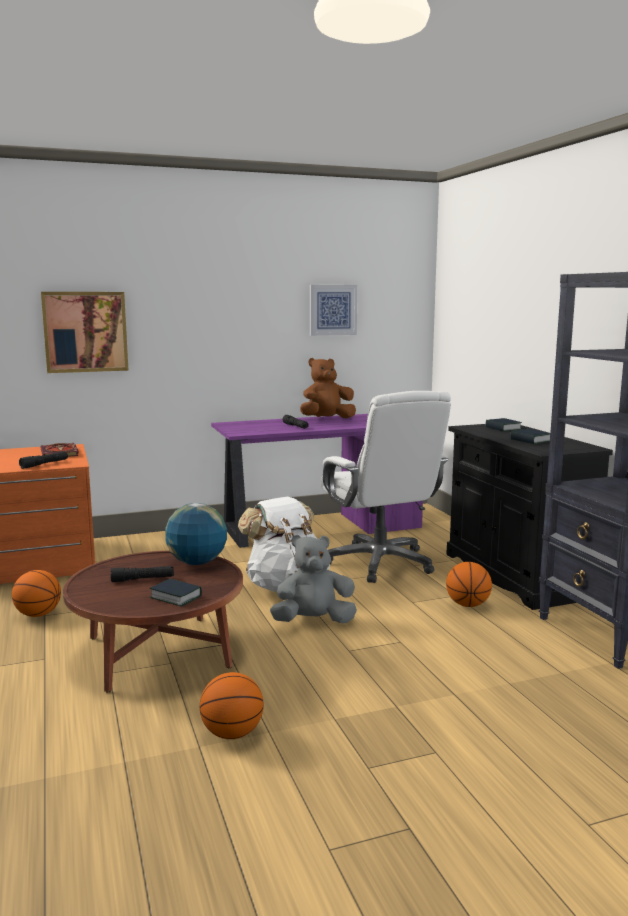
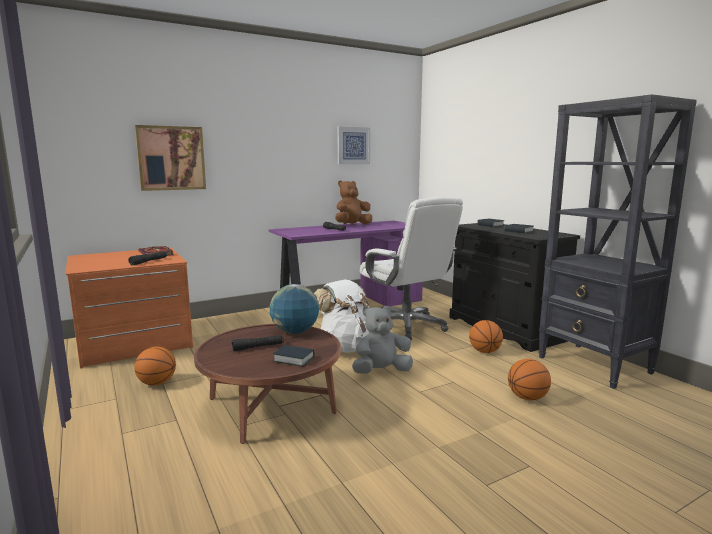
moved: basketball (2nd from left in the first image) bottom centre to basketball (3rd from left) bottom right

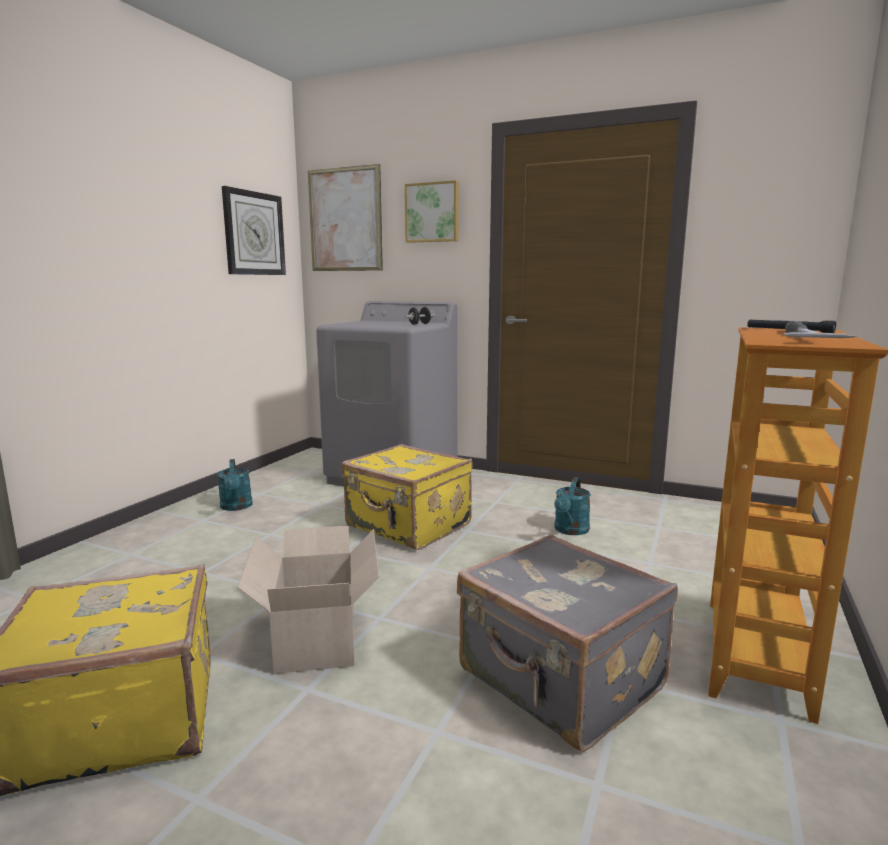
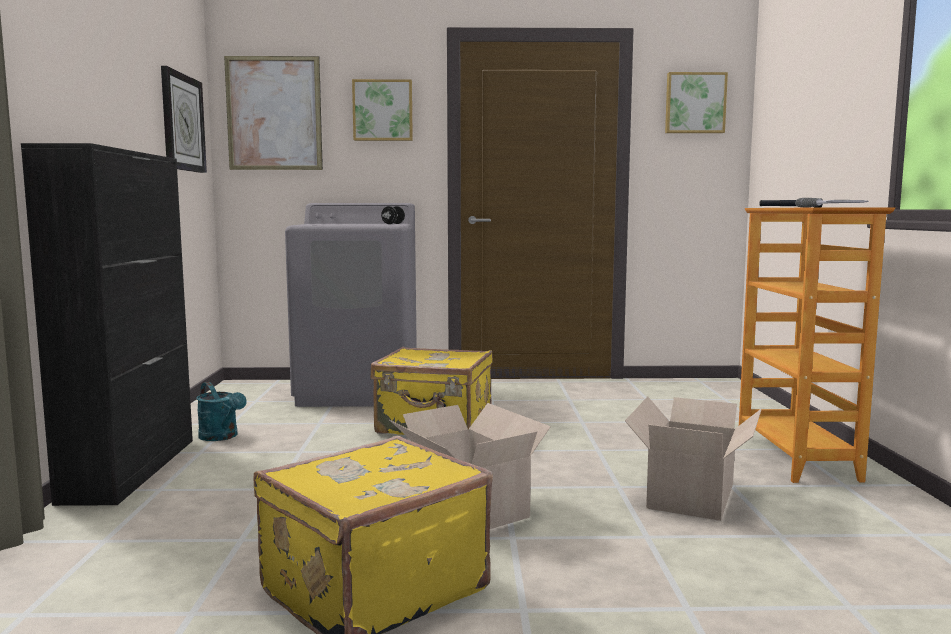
removed: turquoise_watering_can (2nd from left) centre
added: black_cabinet middle left; picture (3rd from left) top right
replaced: grey_suitcase bottom centre to cardboard_box (2nd from left) bottom right

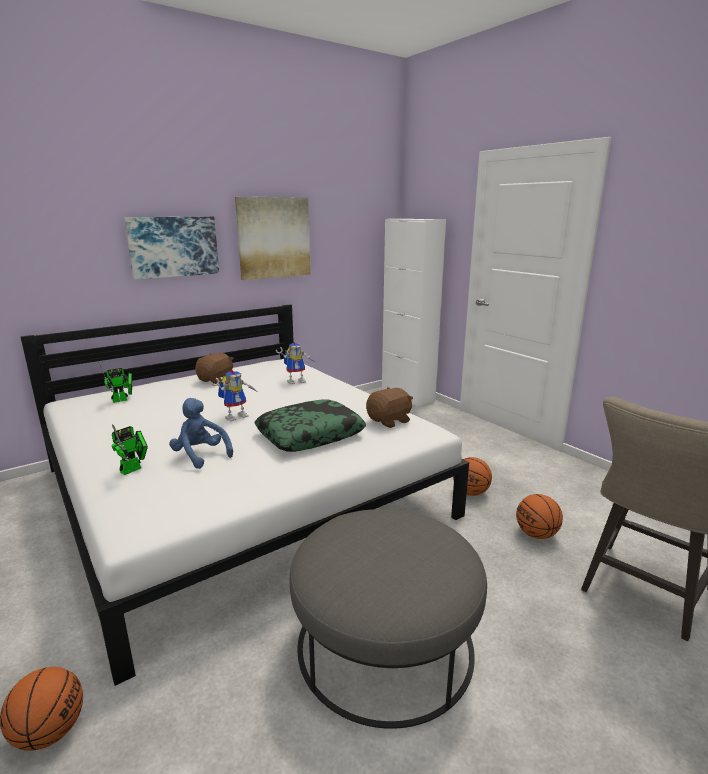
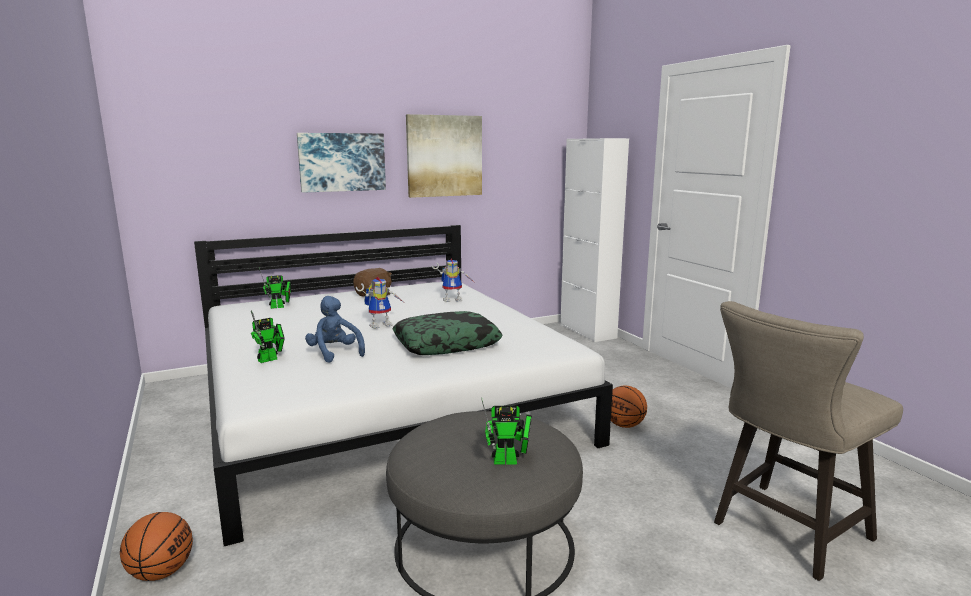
removed: brown_plush_toy (2nd from left) centre; basketball (3rd from left) bottom right
added: toy_robot (5th from left) bottom centre

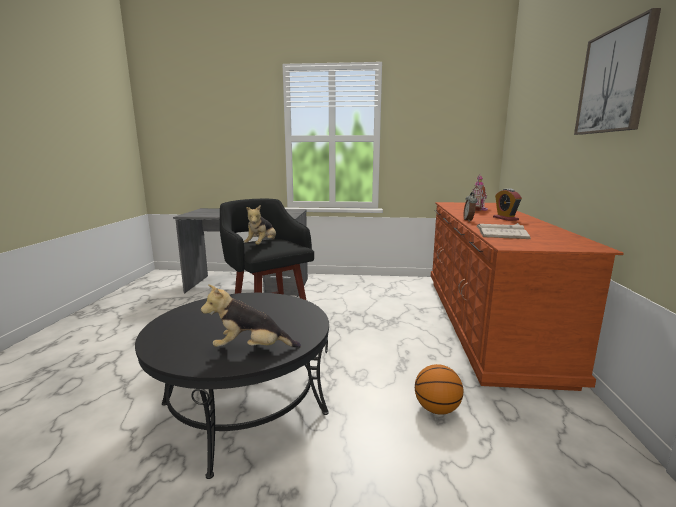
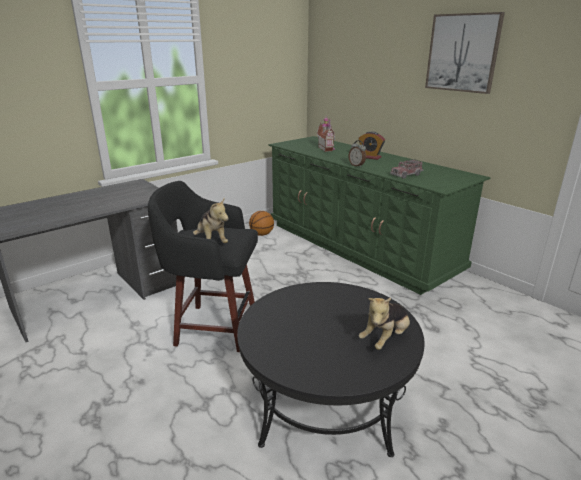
moved: basketball bottom centre to centre
replaced: white_book middle right to toy_truck middle right
recoloured: brown_dresser middle right to green_dresser centre

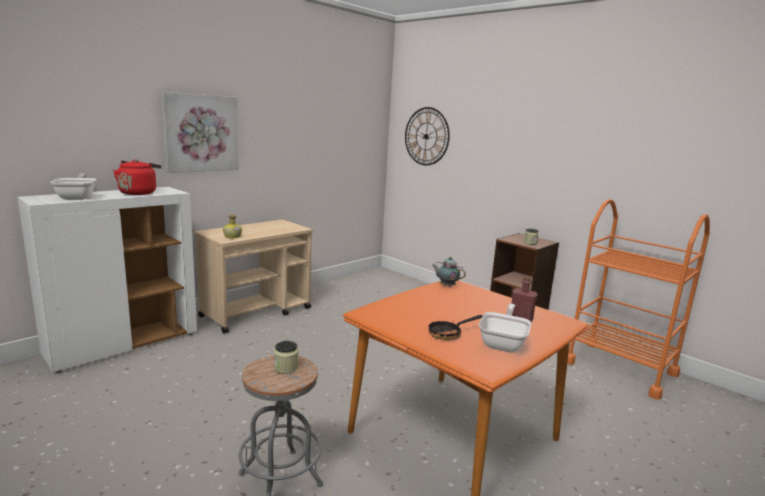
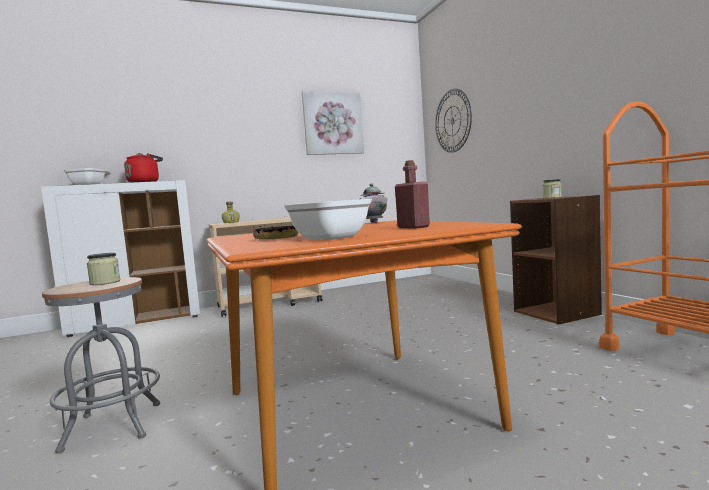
moved: picture top left to top centre

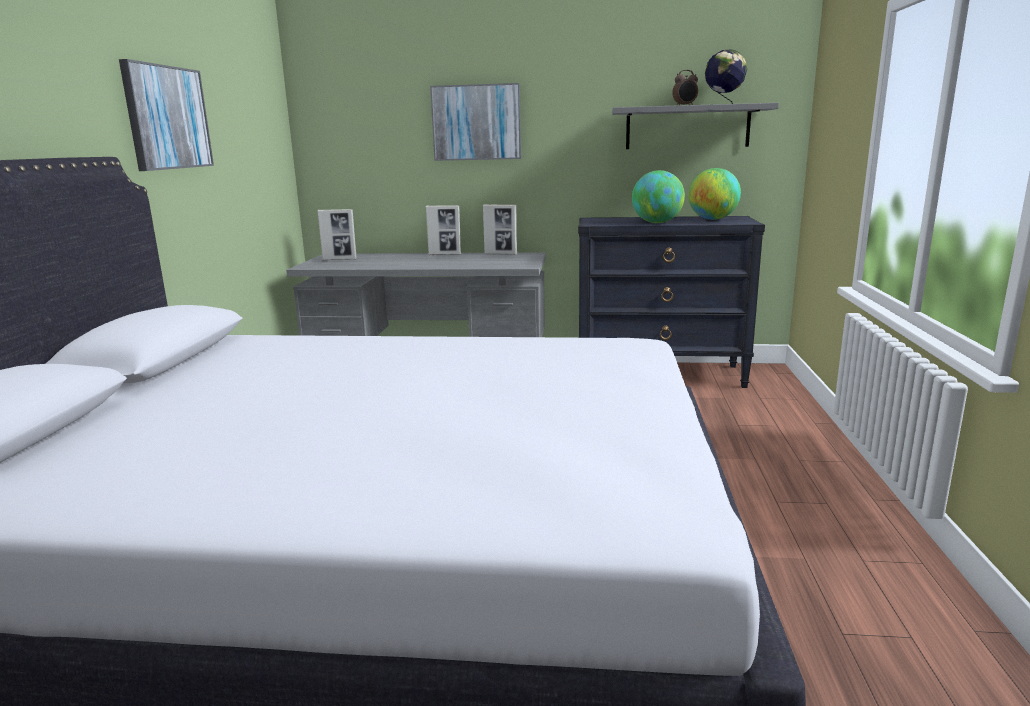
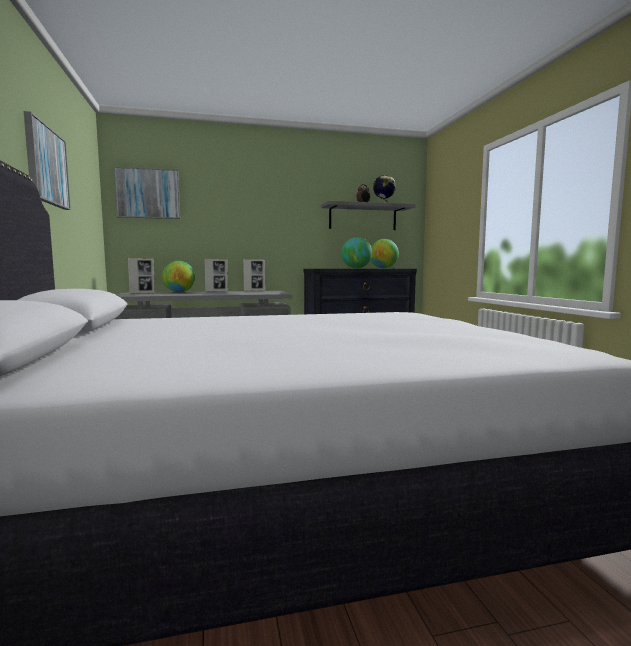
added: globe (1st from left) middle left
moved: picture (2nd from left) top centre to top left

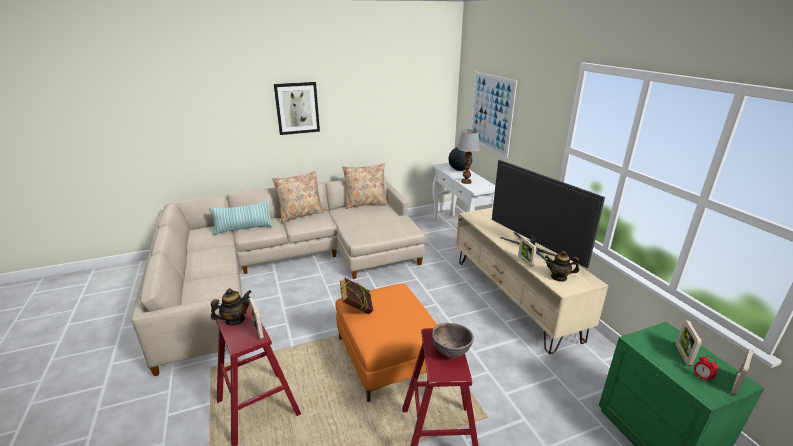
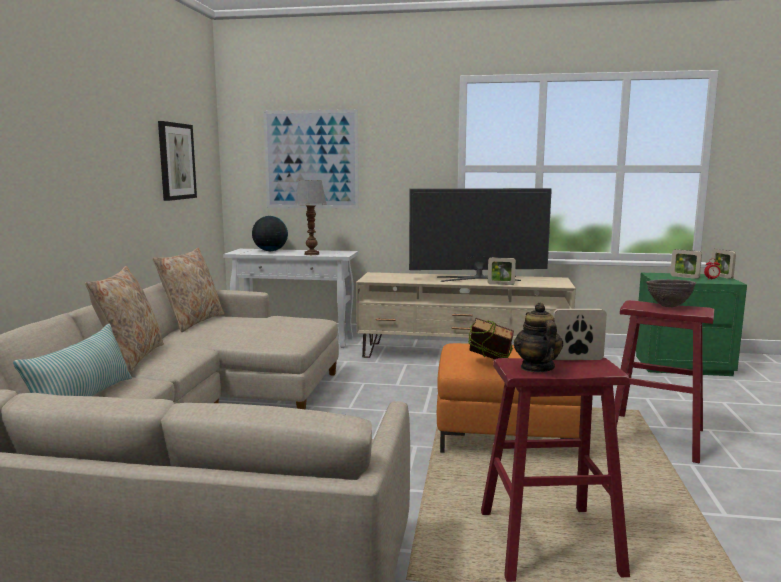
removed: teapot (2nd from left) middle right
moved: picture (1st from left) top centre to top left

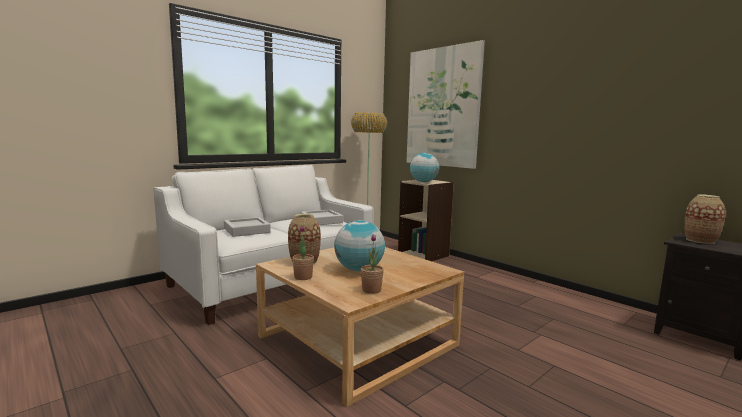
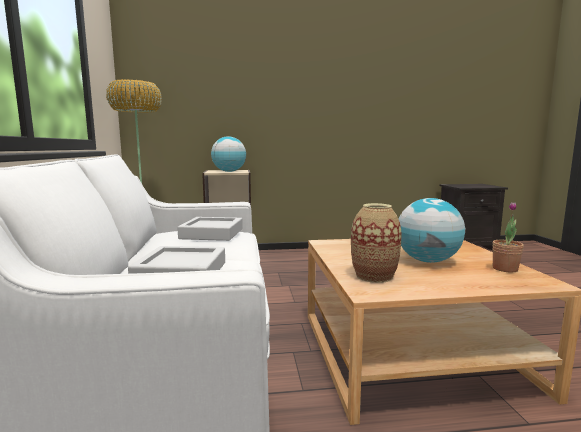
removed: potted_plant (1st from left) centre; picture top centre; vase (2nd from left) middle right

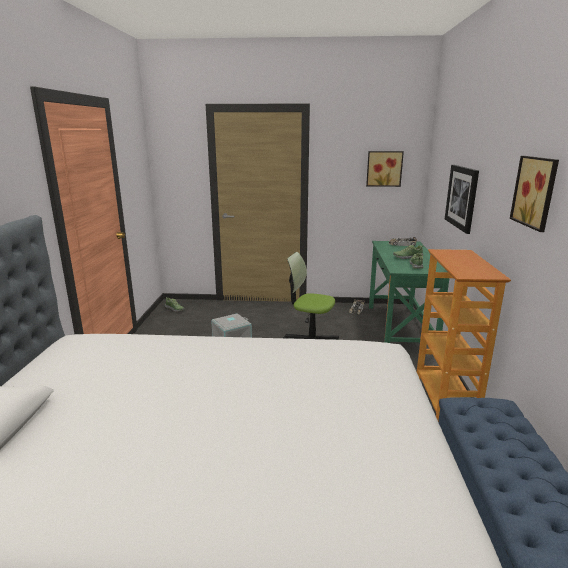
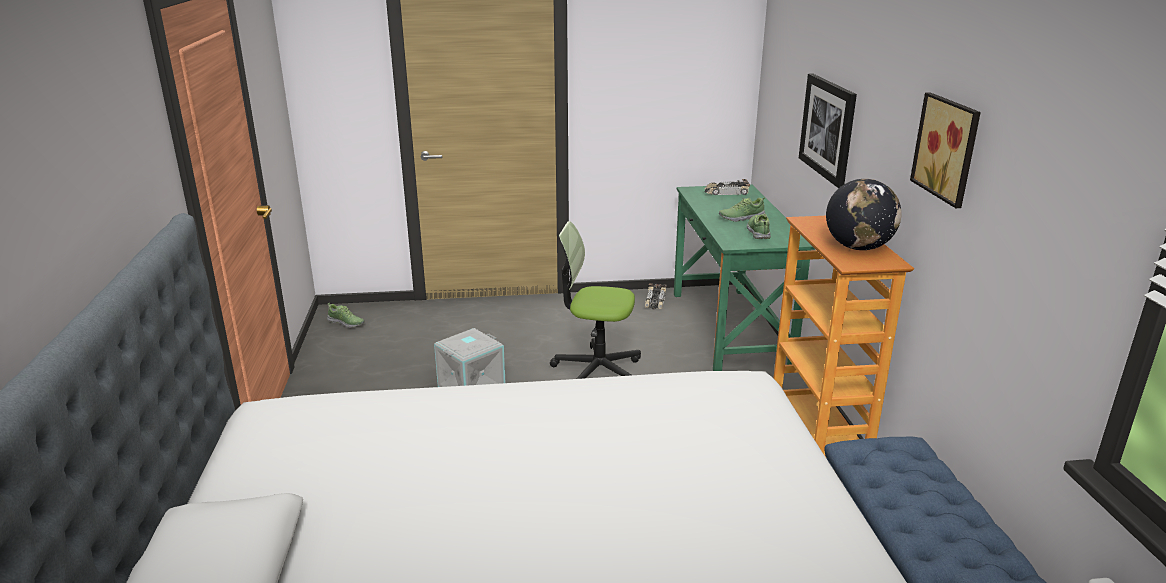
removed: picture (1st from left) top right
added: globe middle right

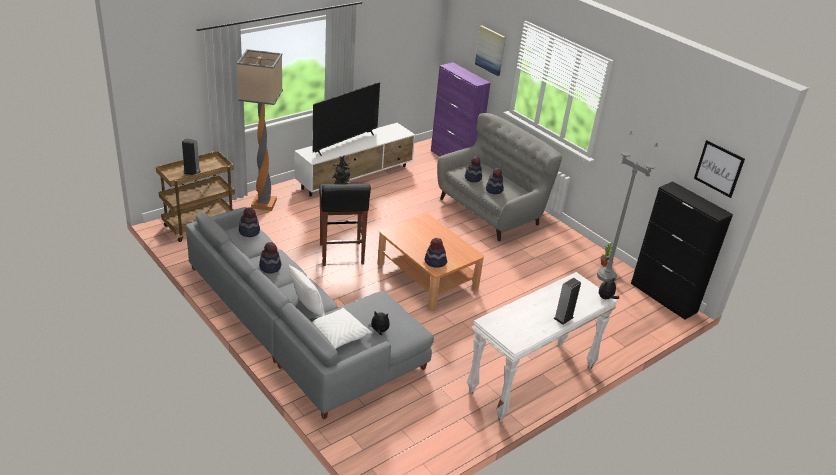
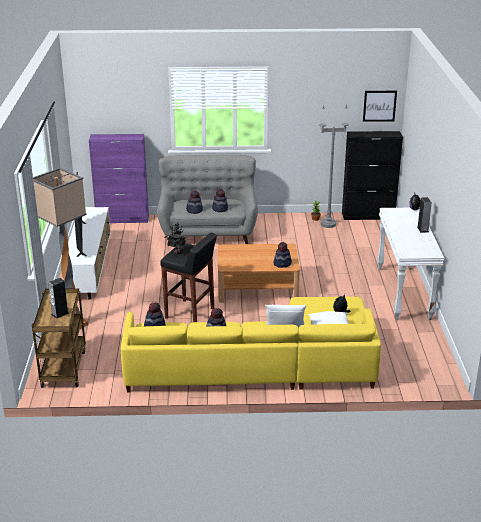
removed: picture (1st from left) top centre
recoloured: grey_sofa (1st from left) centre to yellow_sofa centre

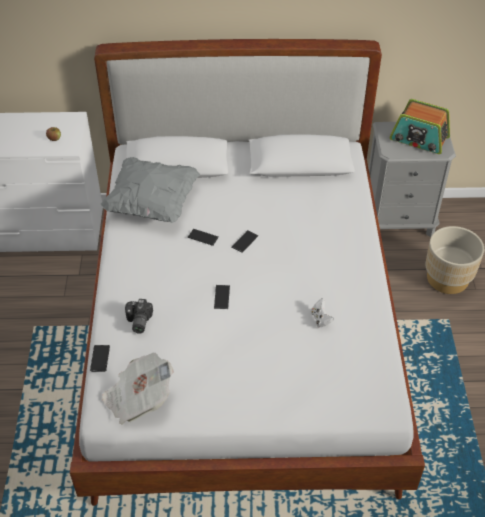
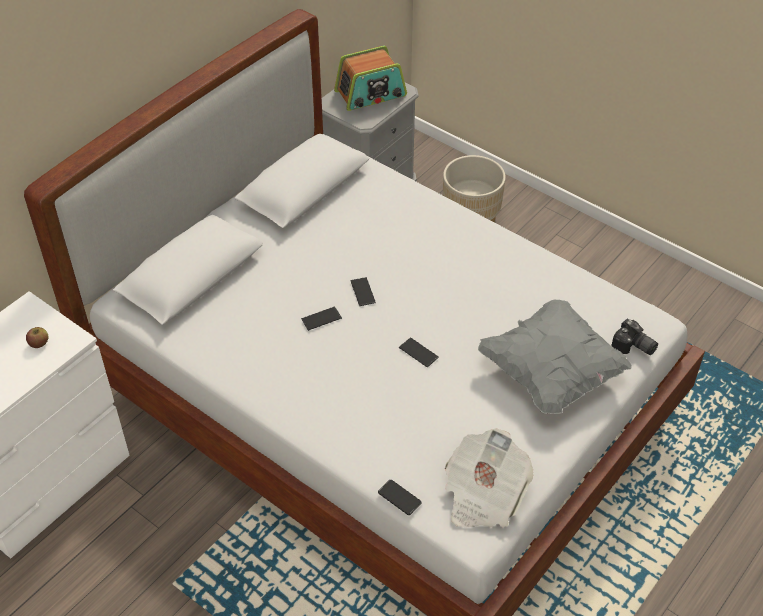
removed: white_game_controller centre
moved: grey_pillow middle left to middle right; photo_camera middle left to middle right

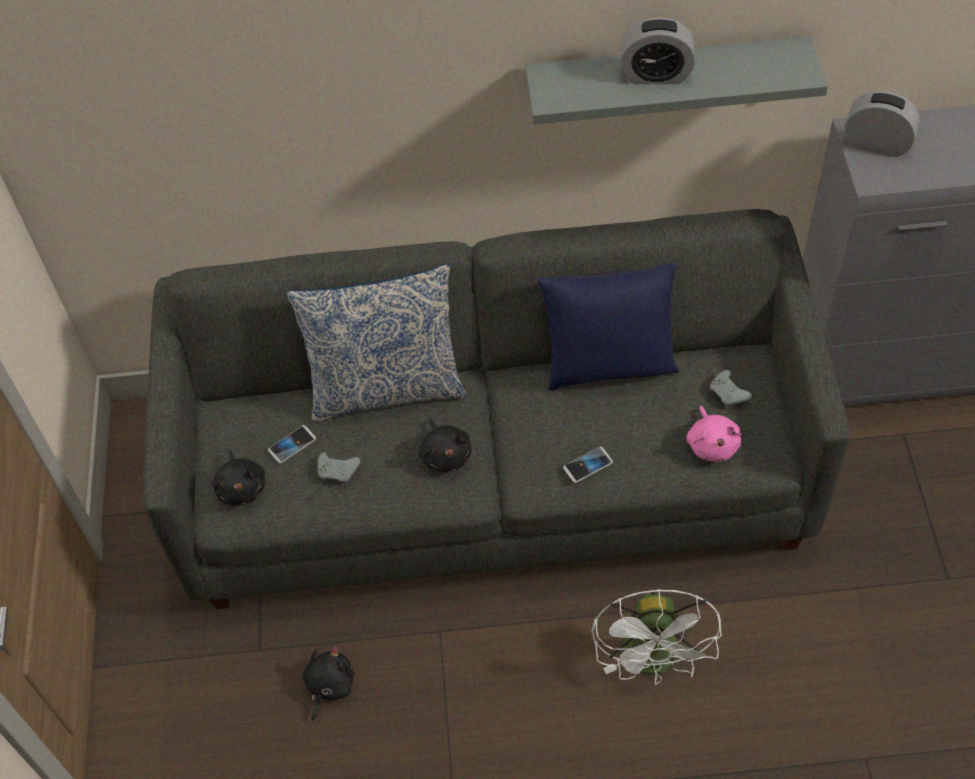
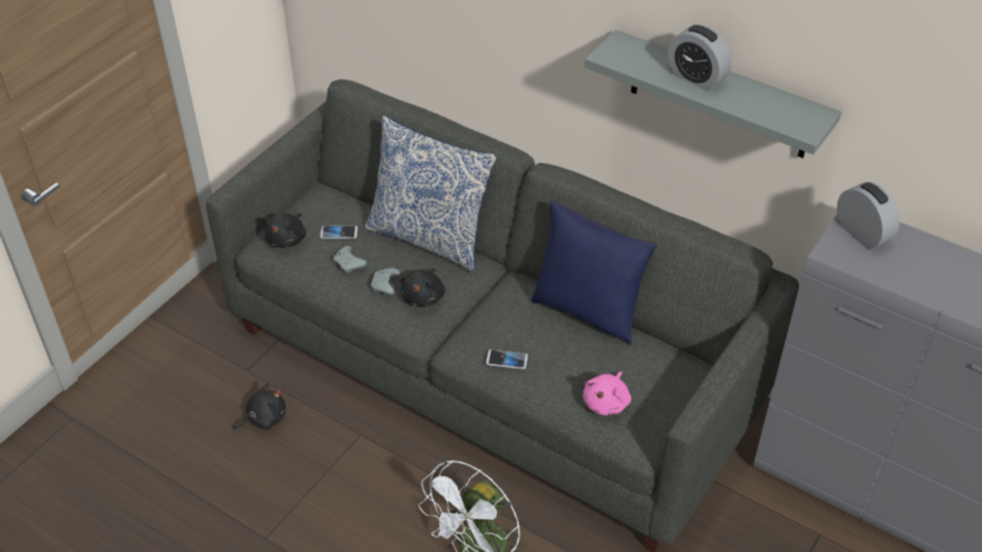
moved: grey_game_controller (2nd from left) middle right to centre

